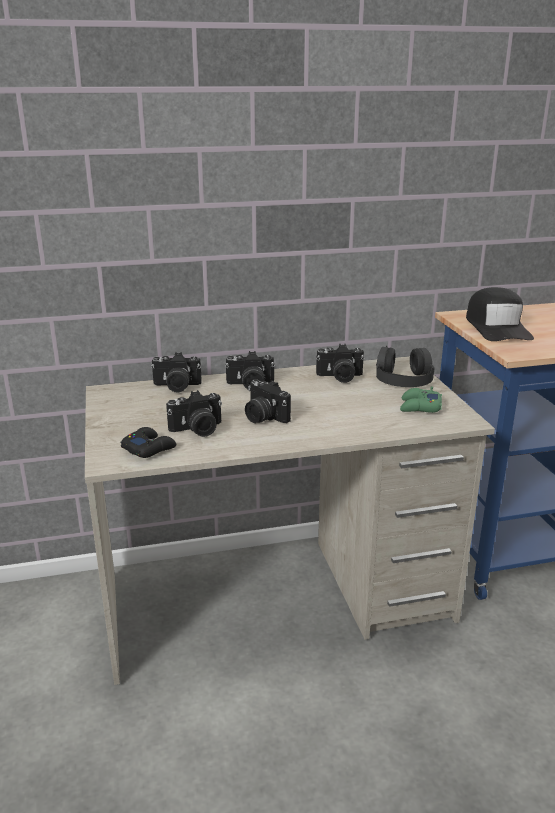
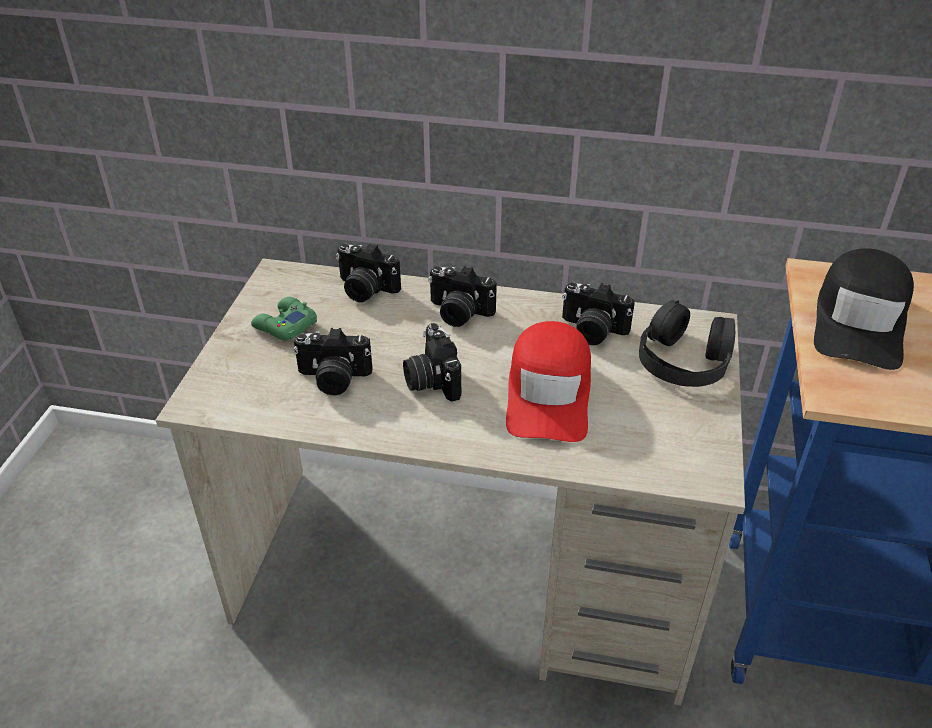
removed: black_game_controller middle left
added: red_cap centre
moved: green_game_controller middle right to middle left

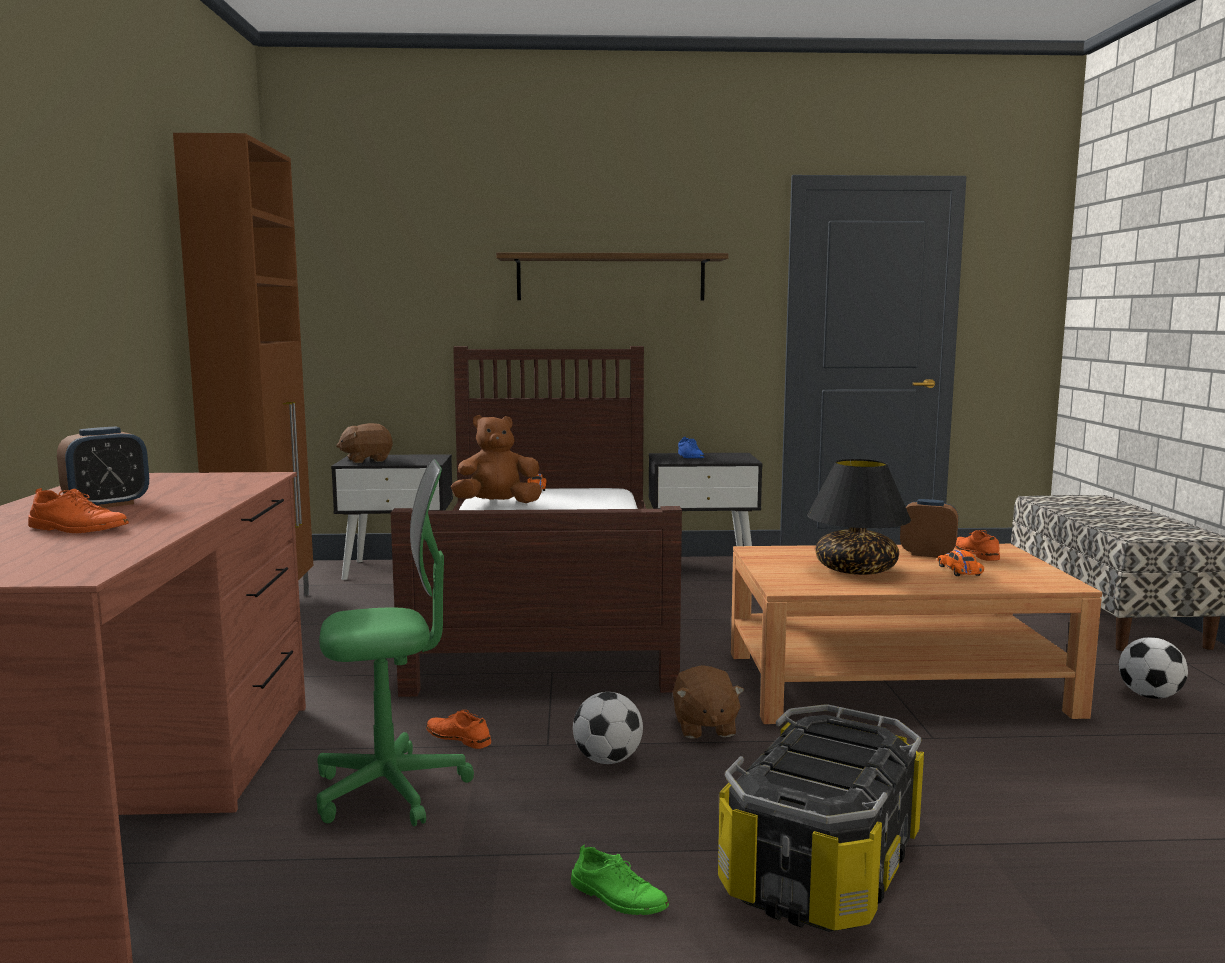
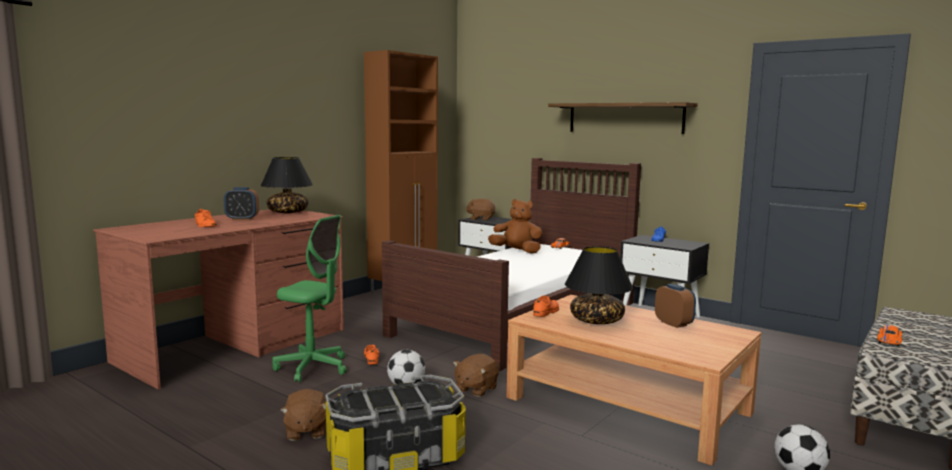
added: black_table_lamp (1st from left) middle left
moved: orange_shoe (3rd from left) middle right to centre; orange_toy_car (2nd from left) middle right to bottom right
replaced: green_shoe bottom centre to brown_plush_toy (1st from left) bottom left

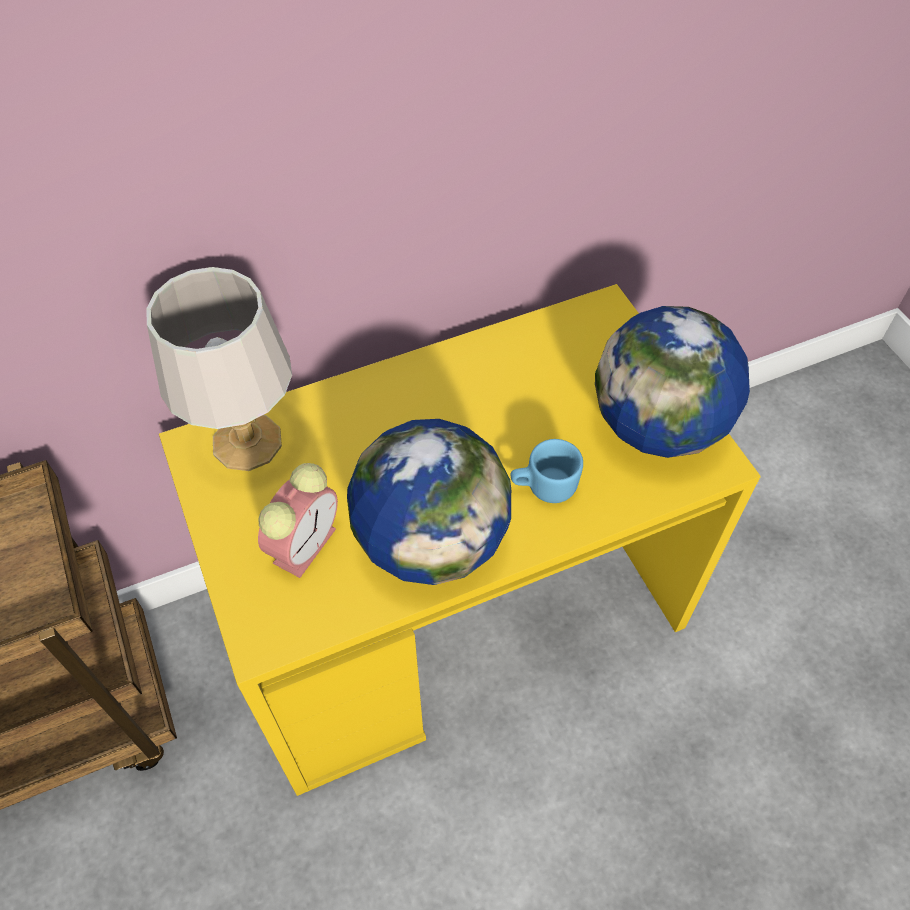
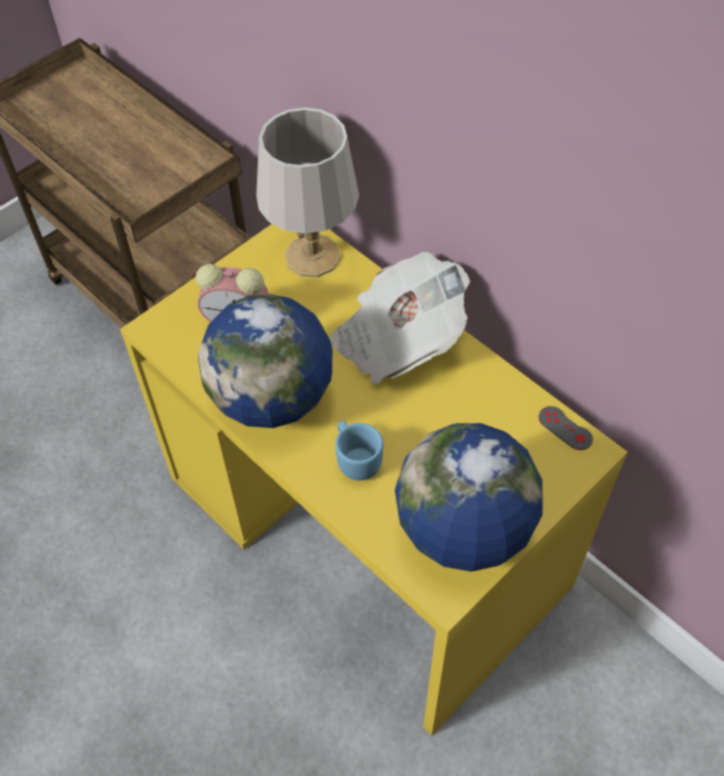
added: newspaper centre; grey_game_controller middle right

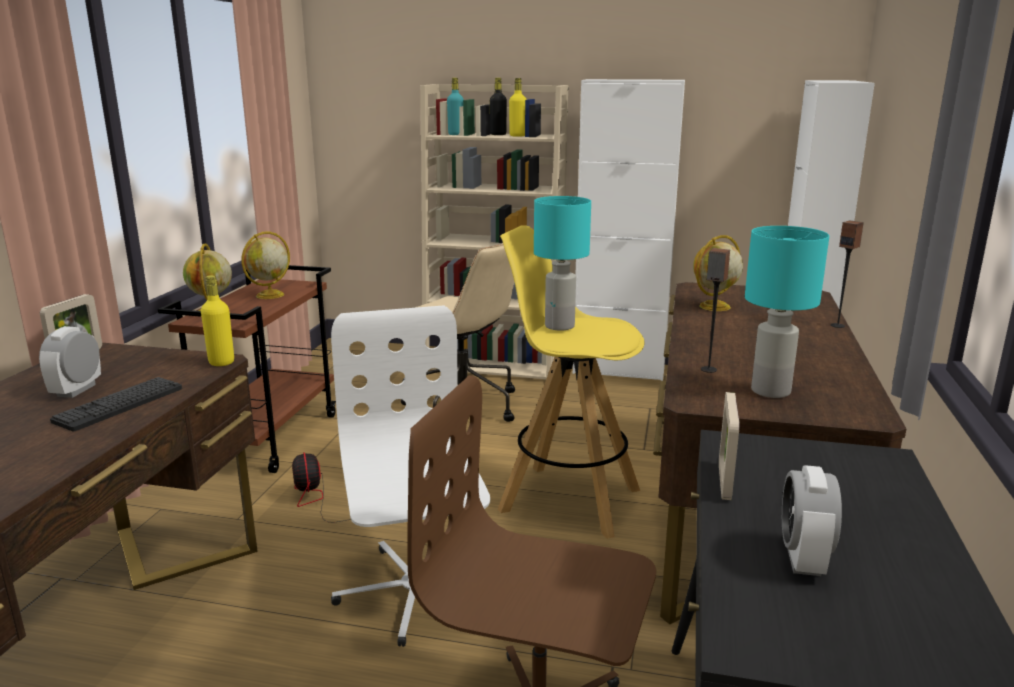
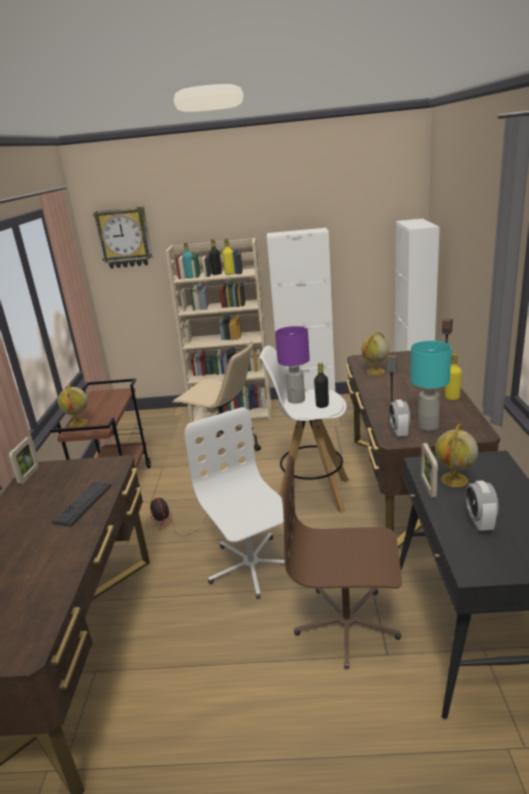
added: wall_clock top left; black_bottle (2nd from left) centre
moved: alarm_clock (1st from left) middle left to middle right; globe (2nd from left in the first image) middle left to globe (3rd from left) middle right; yellow_bottle (1st from left in the first image) middle left to yellow_bottle (2nd from left) middle right
recoloured: yellow_stool centre to white_stool centre; turquoise_table_lamp (1st from left) centre to purple_table_lamp centre

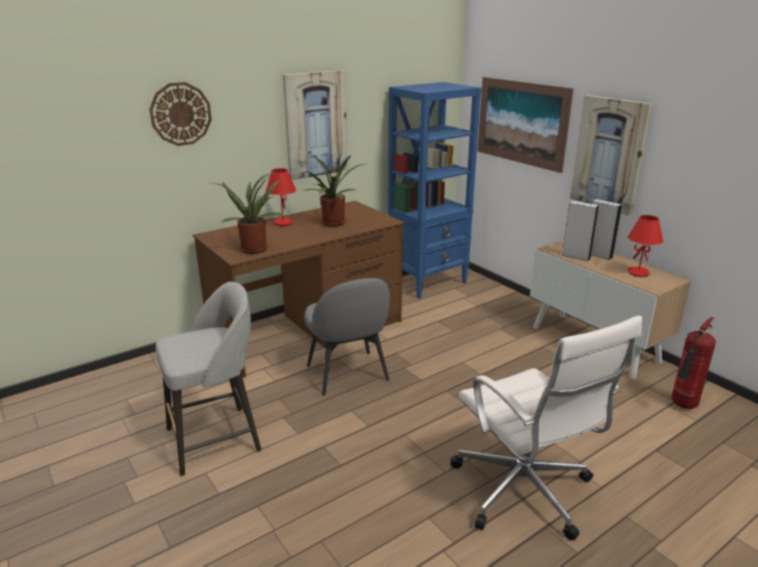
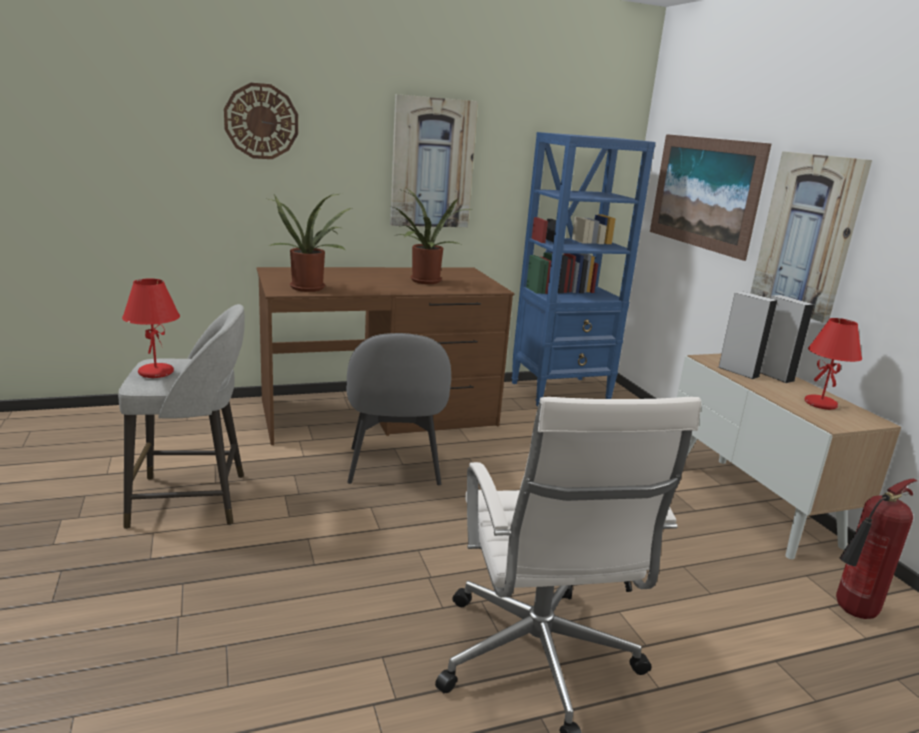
moved: red_table_lamp (1st from left) centre to middle left

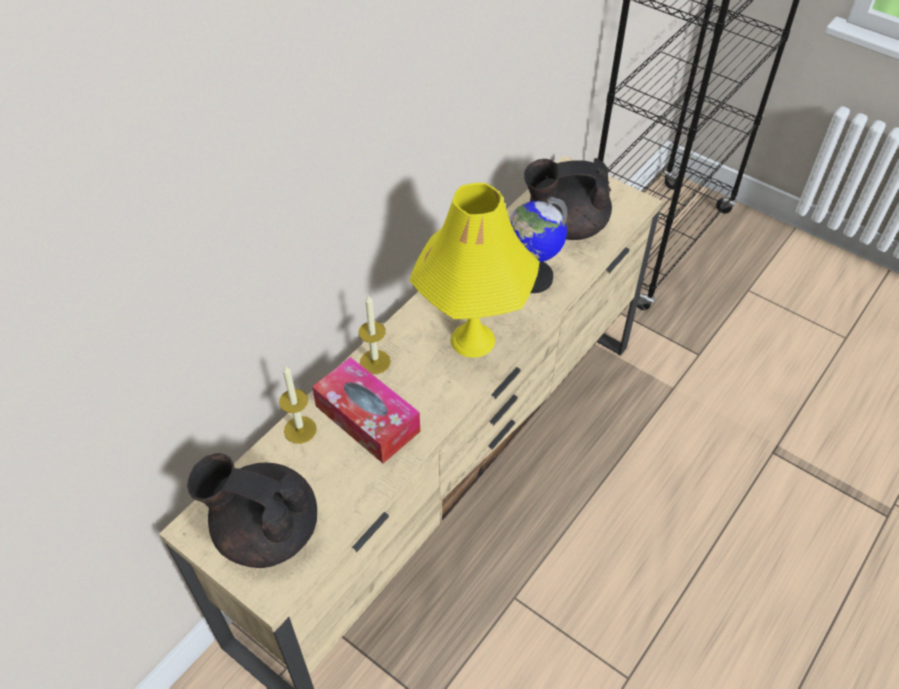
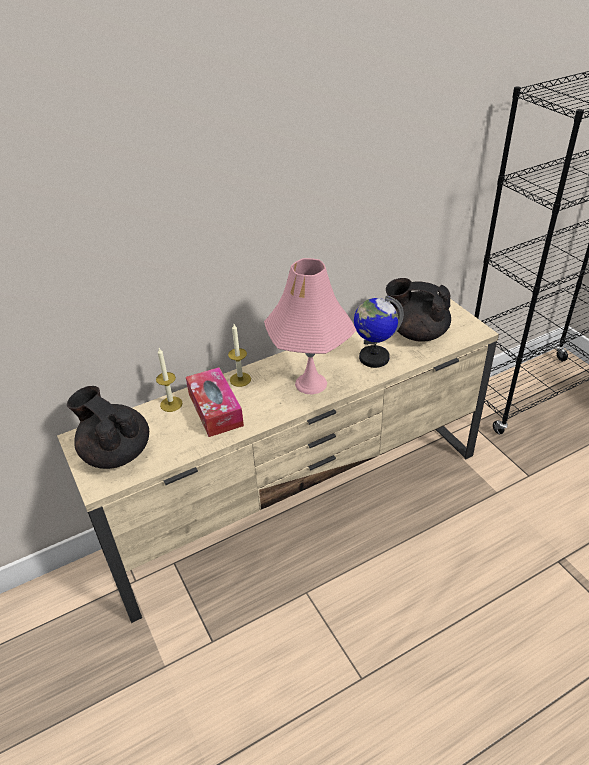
recoloured: yellow_table_lamp centre to pink_table_lamp centre

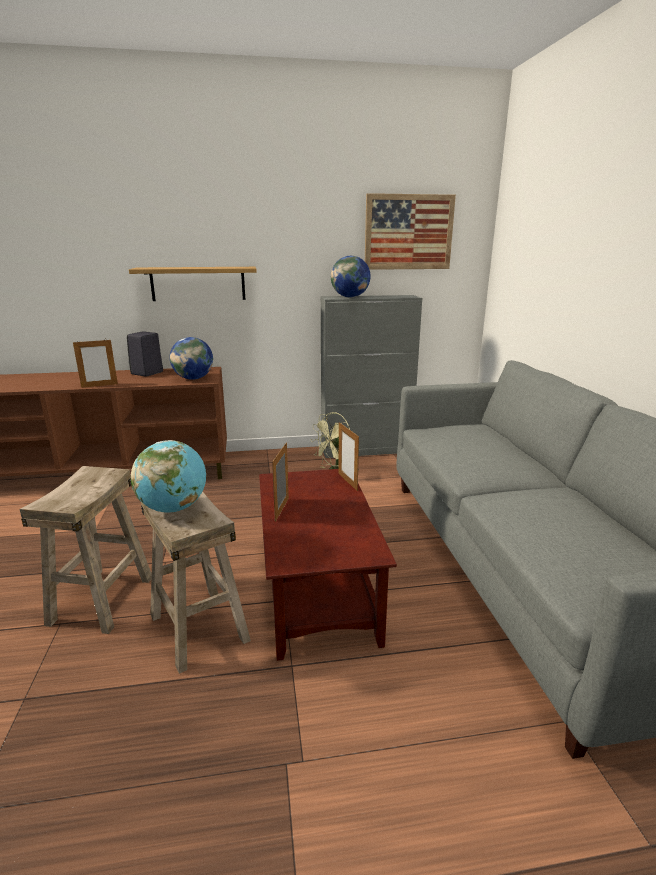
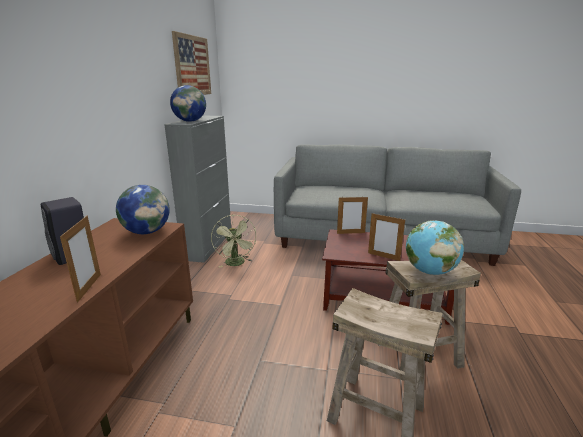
removed: shelf top left

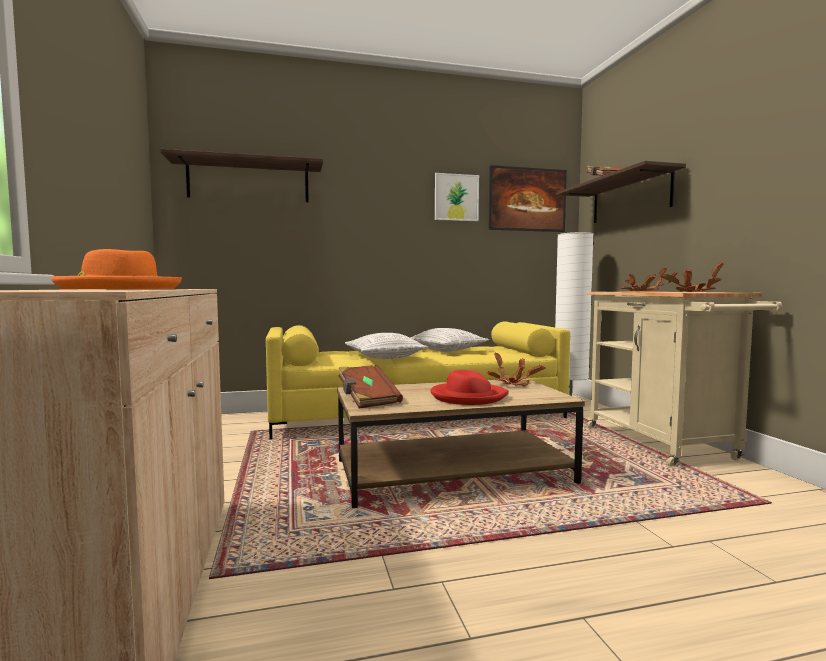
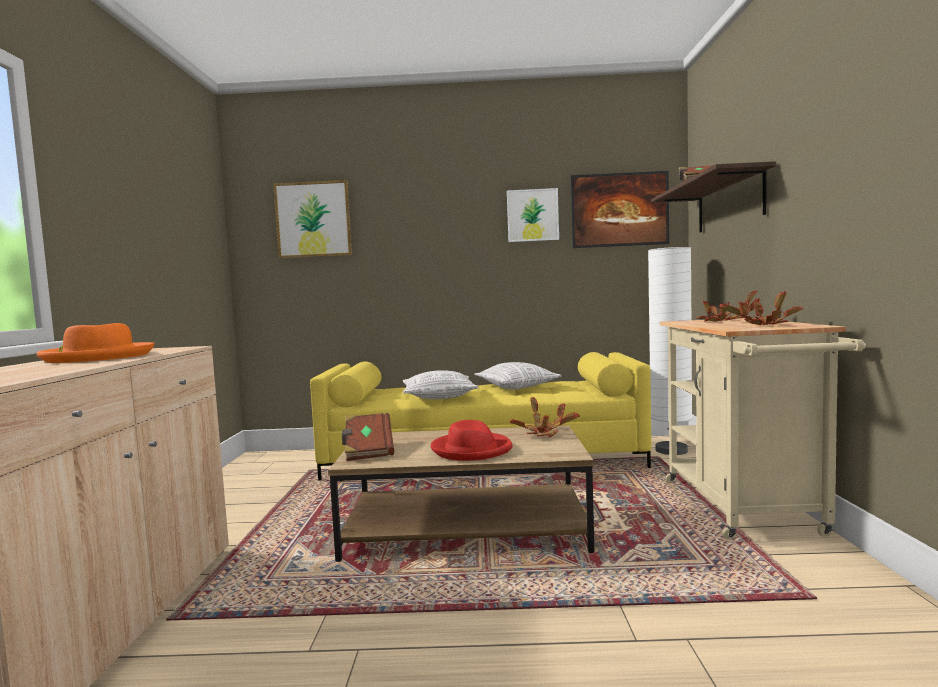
replaced: shelf (1st from left) top left to picture (1st from left) top centre

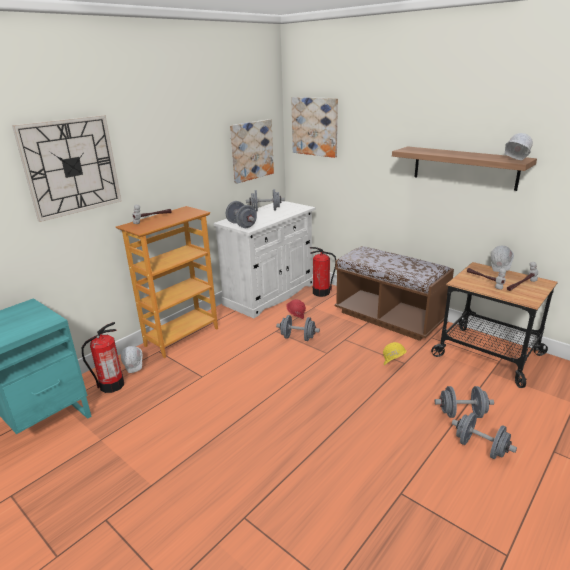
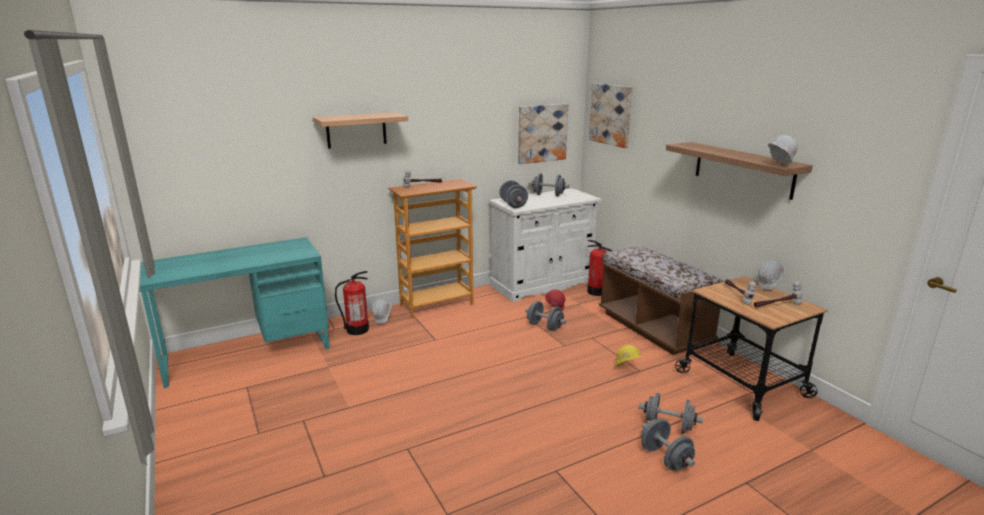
replaced: wall_clock top left to shelf (1st from left) top centre

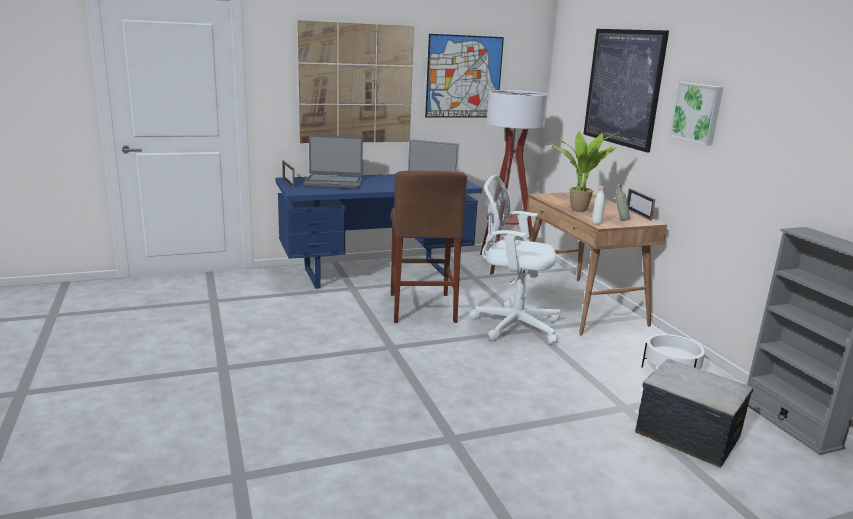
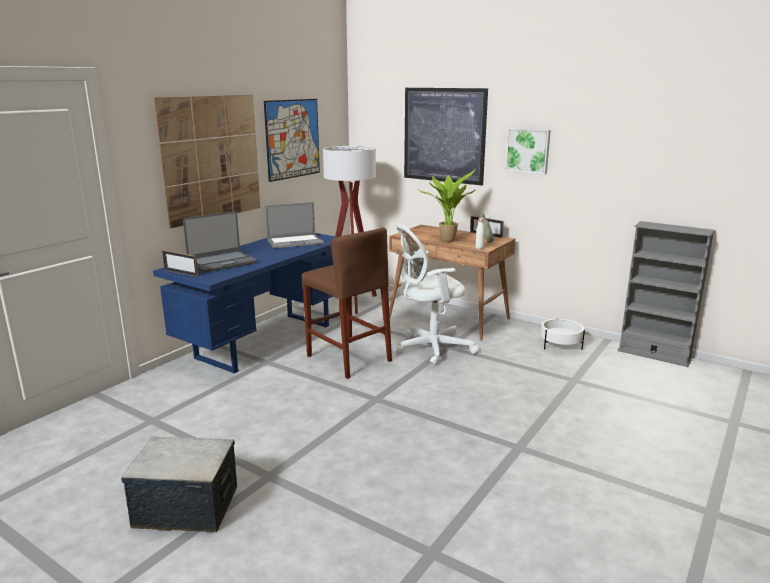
moved: storage_box bottom right to bottom left

